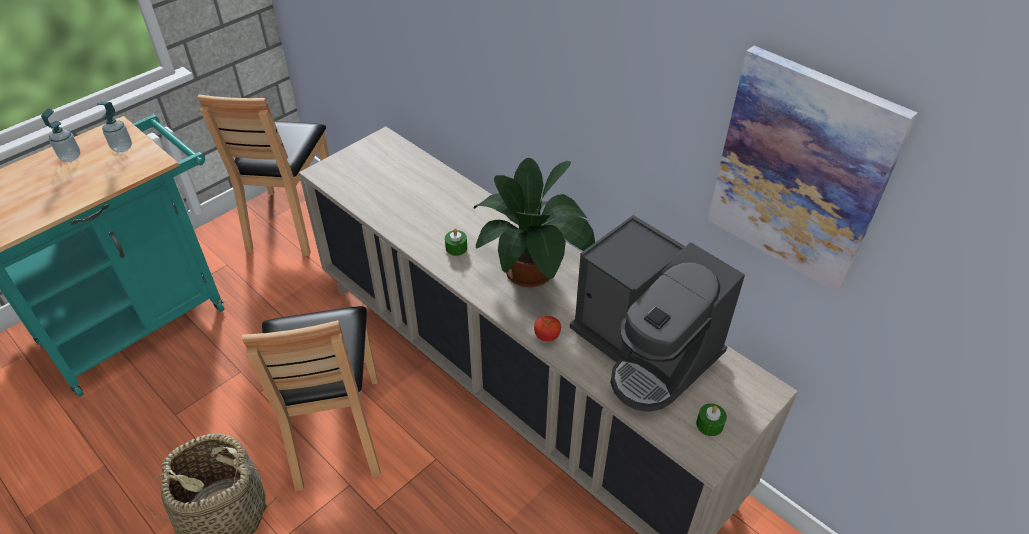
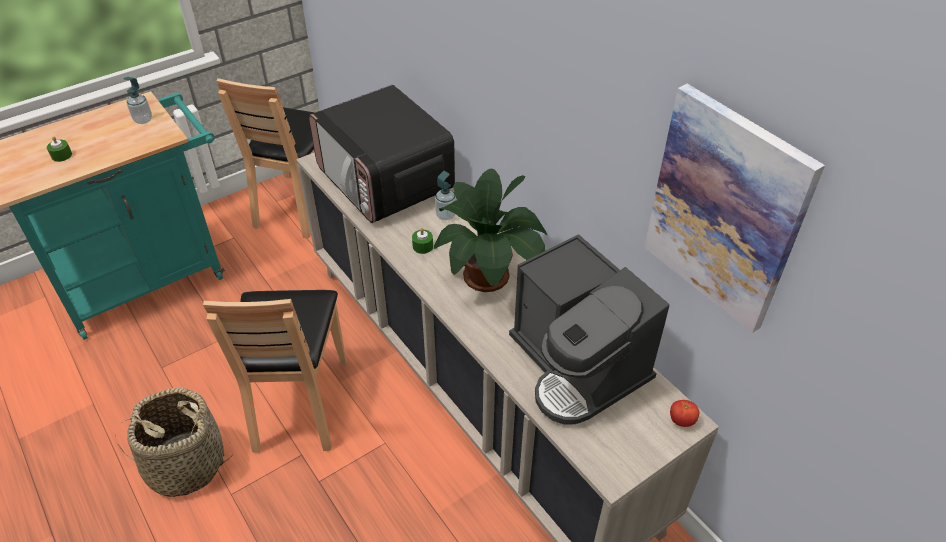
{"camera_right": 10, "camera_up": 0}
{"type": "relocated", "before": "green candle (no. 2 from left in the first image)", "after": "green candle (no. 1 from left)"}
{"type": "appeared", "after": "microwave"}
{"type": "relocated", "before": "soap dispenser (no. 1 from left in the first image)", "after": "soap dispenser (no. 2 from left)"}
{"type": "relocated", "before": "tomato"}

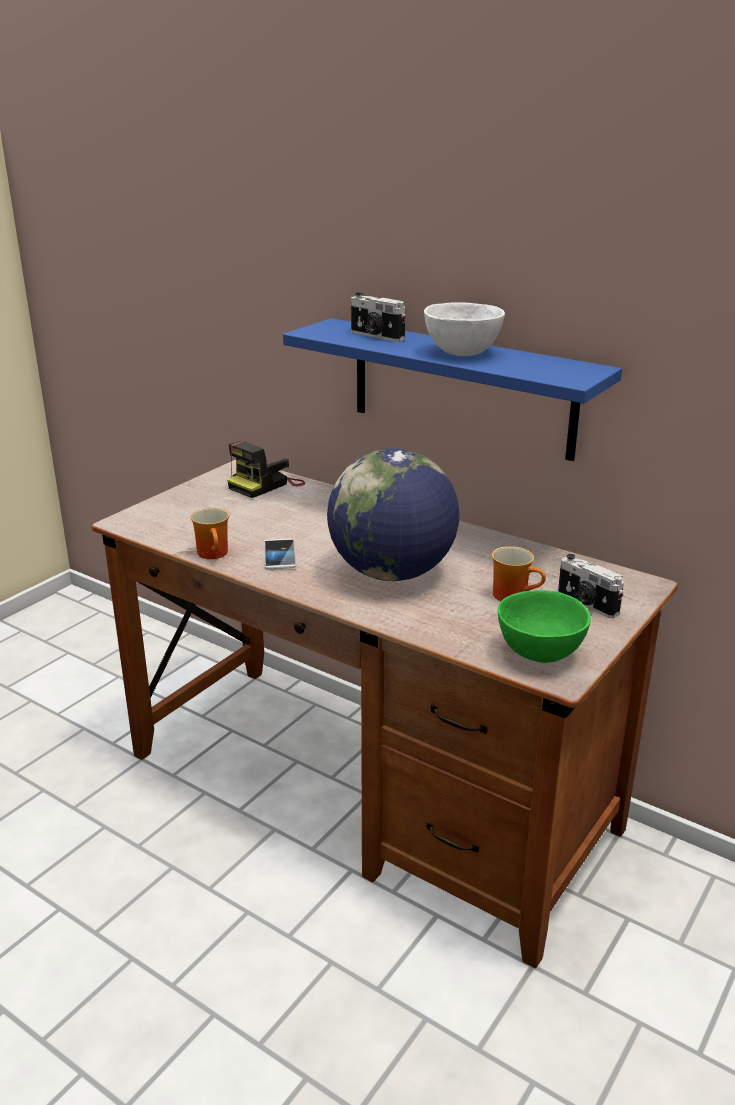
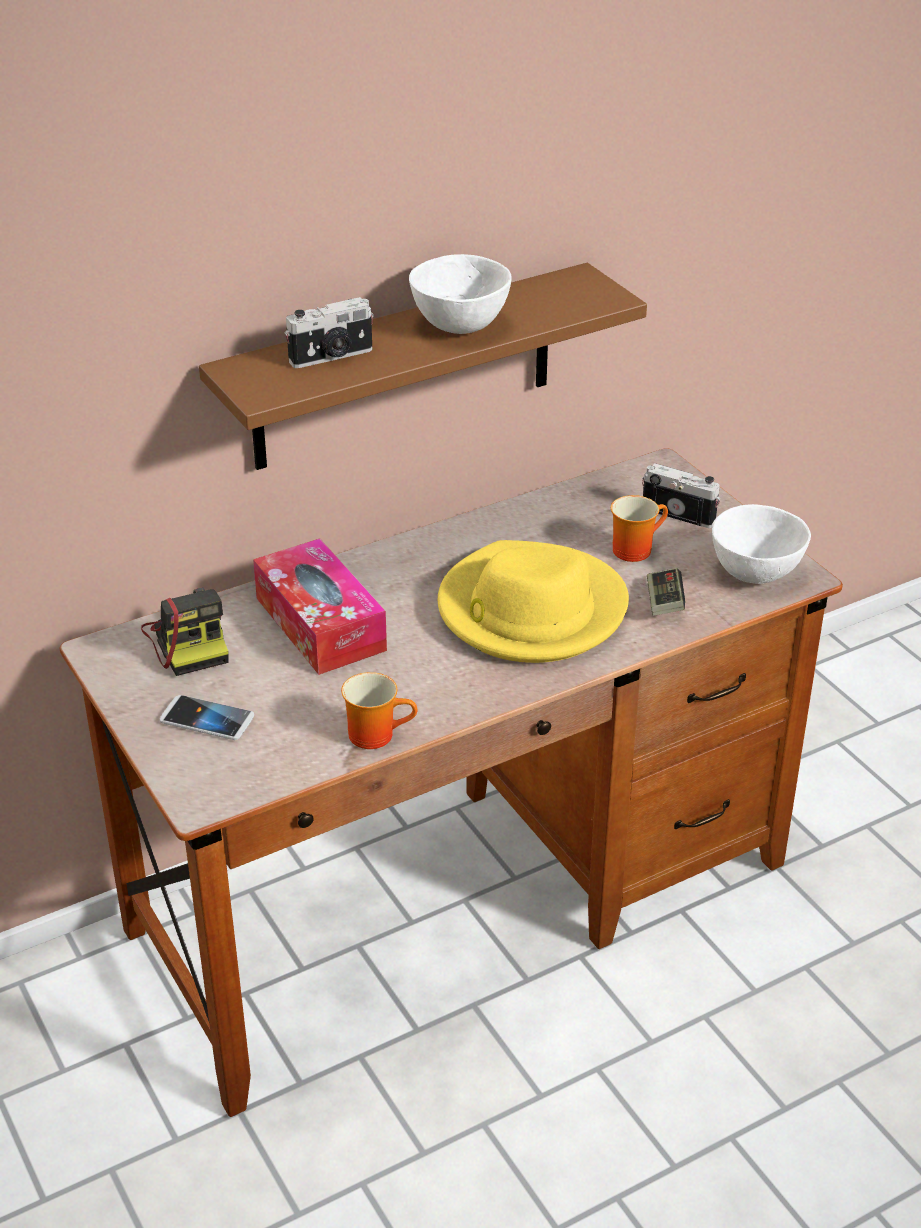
{"camera_right": -65, "camera_up": 10}
{"type": "relocated", "before": "phone"}
{"type": "colour", "before": "blue shelf", "after": "brown shelf"}
{"type": "appeared", "after": "tissue box"}
{"type": "exchanged", "before": "globe", "after": "yellow hat"}
{"type": "spun", "before": "photo camera (no. 3 from left)", "turn": -135}
{"type": "appeared", "after": "game controller"}
{"type": "colour", "before": "green bowl", "after": "white bowl (no. 2 from left)"}

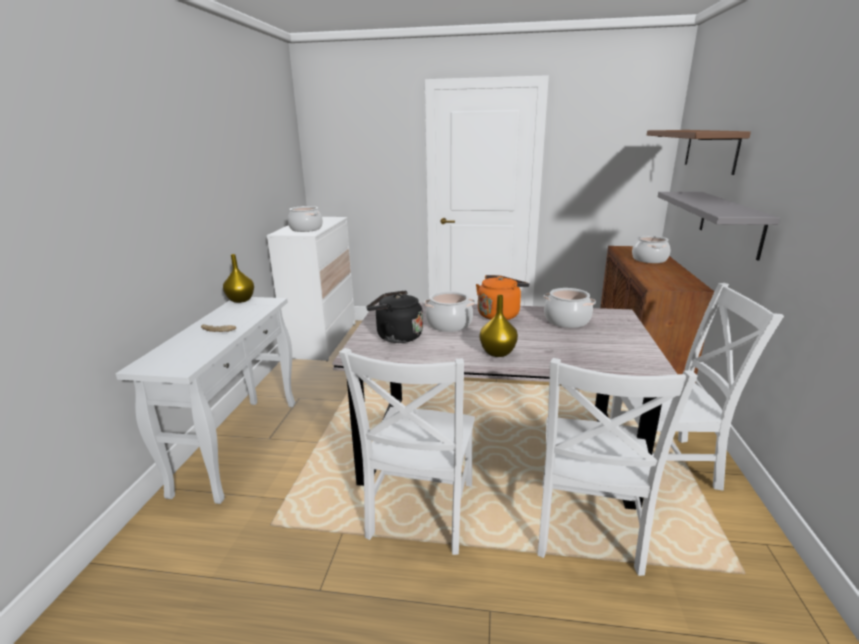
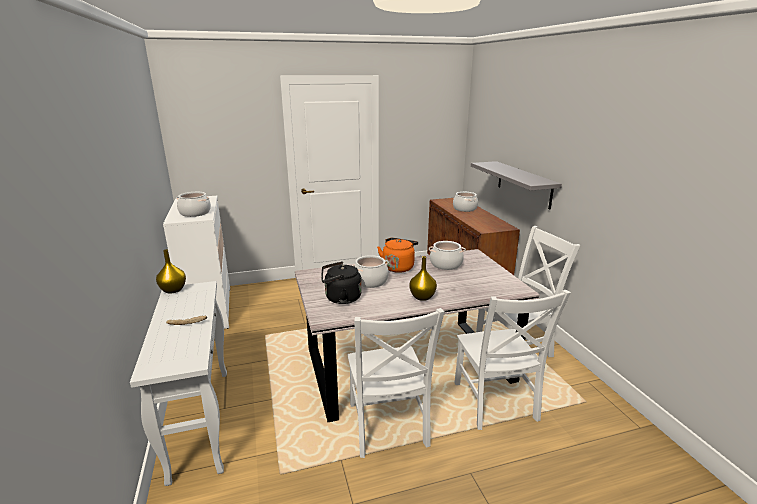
{"camera_right": -25, "camera_up": 0}
{"type": "missing", "before": "brown shelf"}

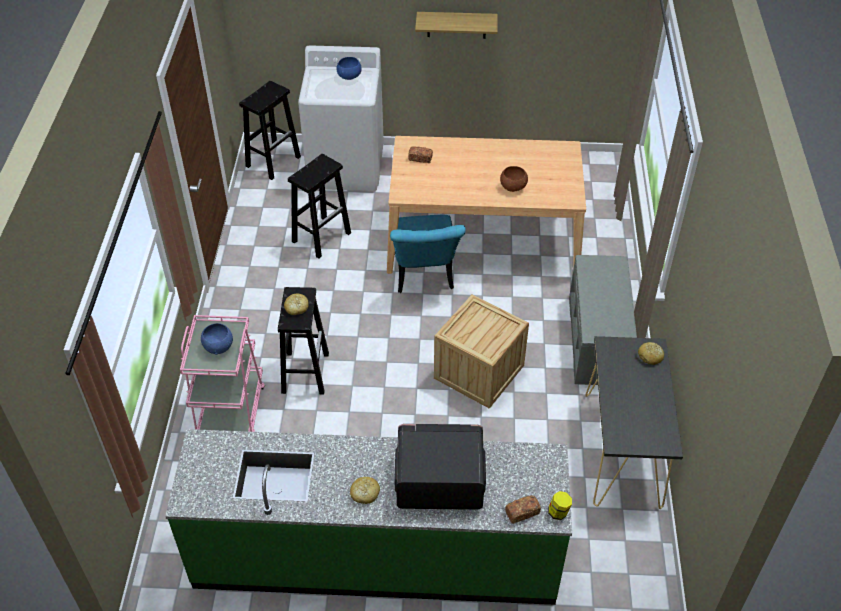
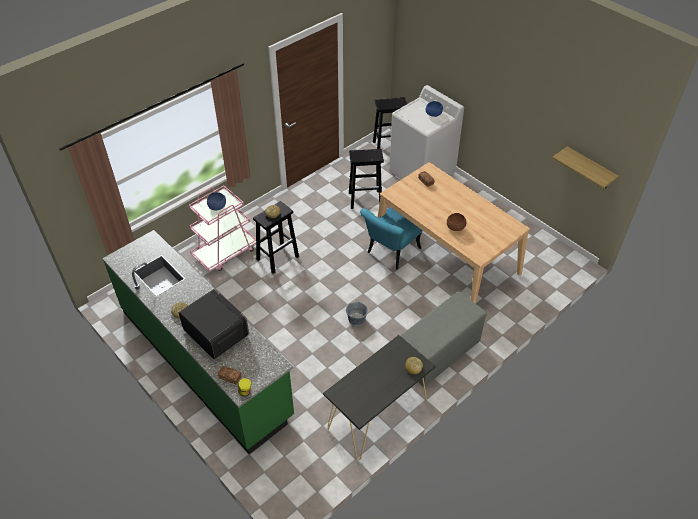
{"camera_right": 45, "camera_up": 0}
{"type": "exchanged", "before": "crate", "after": "grey bucket"}
{"type": "relocated", "before": "shelf"}

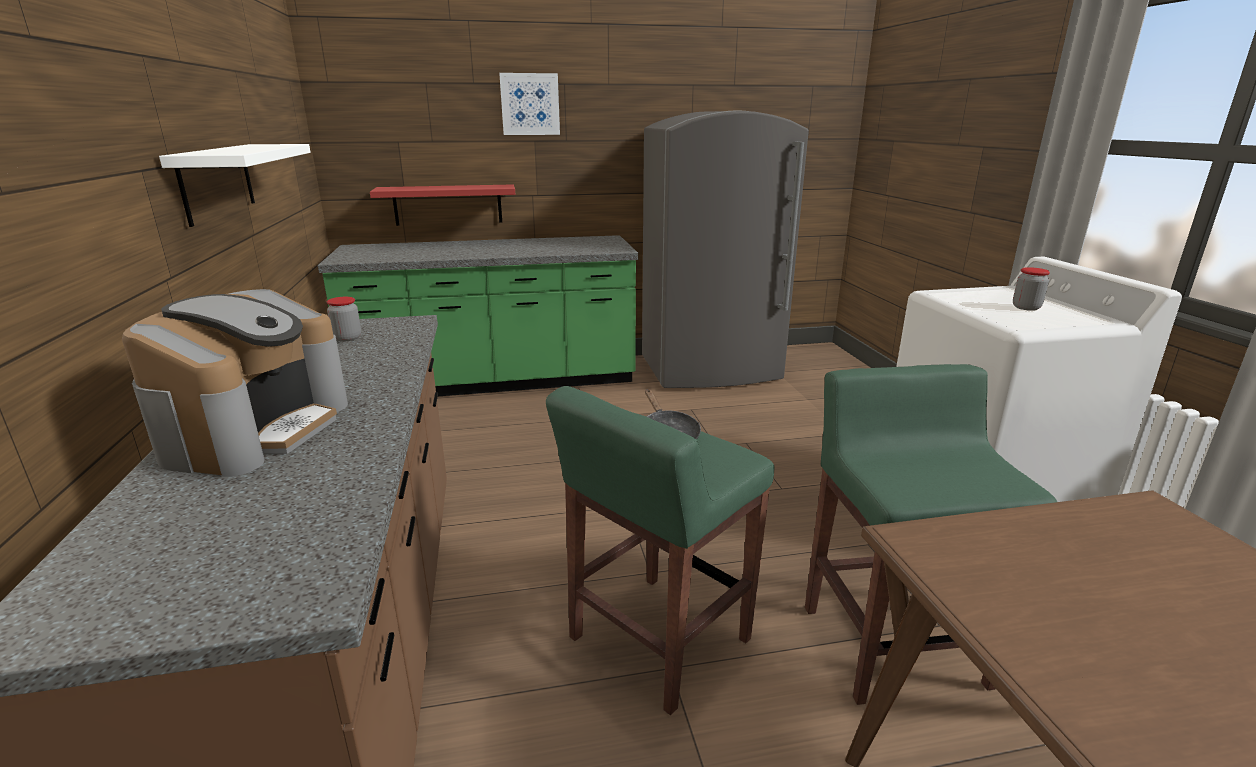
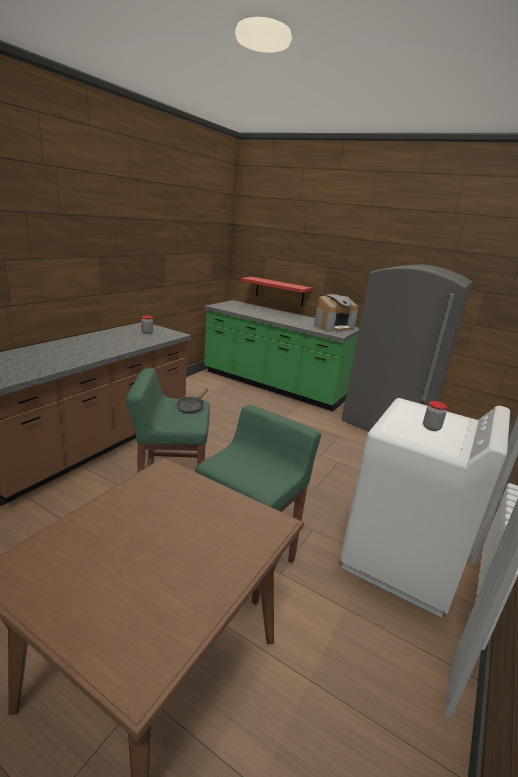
{"camera_right": 40, "camera_up": 0}
{"type": "relocated", "before": "coffee machine"}
{"type": "missing", "before": "white shelf"}
{"type": "missing", "before": "picture"}

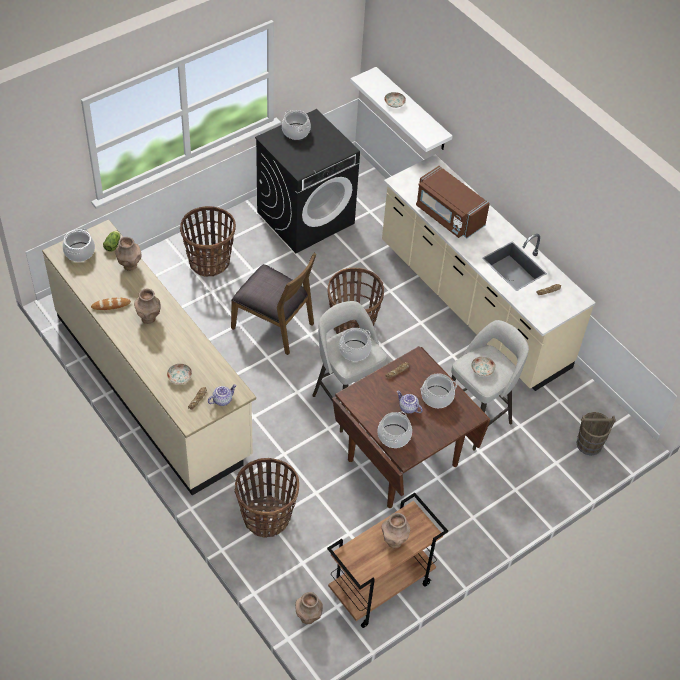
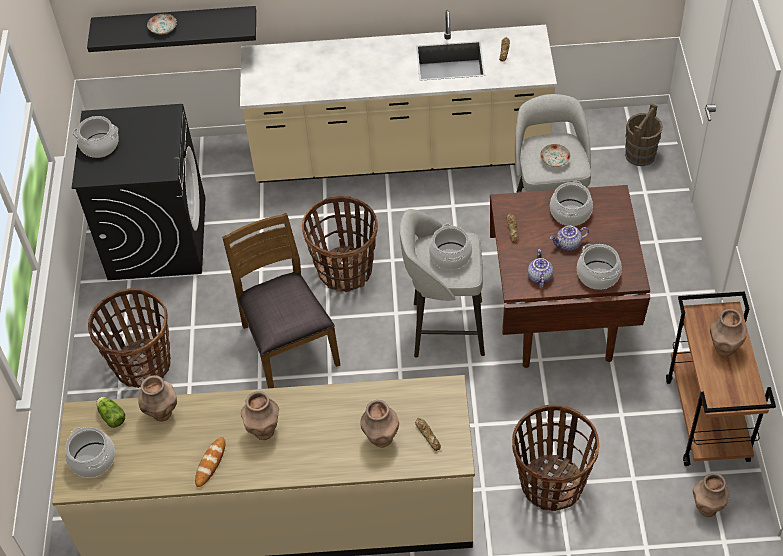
{"camera_right": -50, "camera_up": 0}
{"type": "colour", "before": "white shelf", "after": "black shelf"}
{"type": "spun", "before": "brown chair", "turn": -90}
{"type": "exchanged", "before": "plate (no. 1 from left)", "after": "brown vase (no. 3 from left)"}
{"type": "relocated", "before": "teapot (no. 1 from left)"}
{"type": "missing", "before": "brown microwave"}

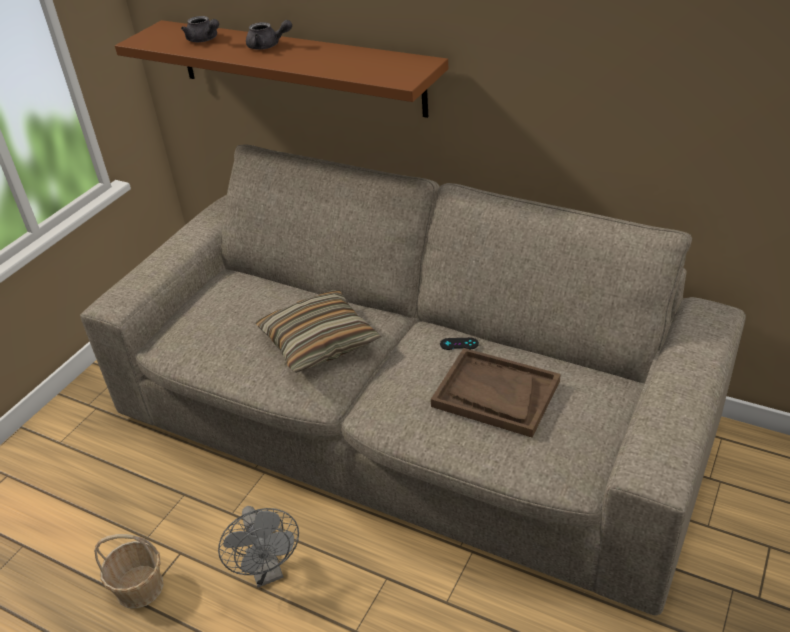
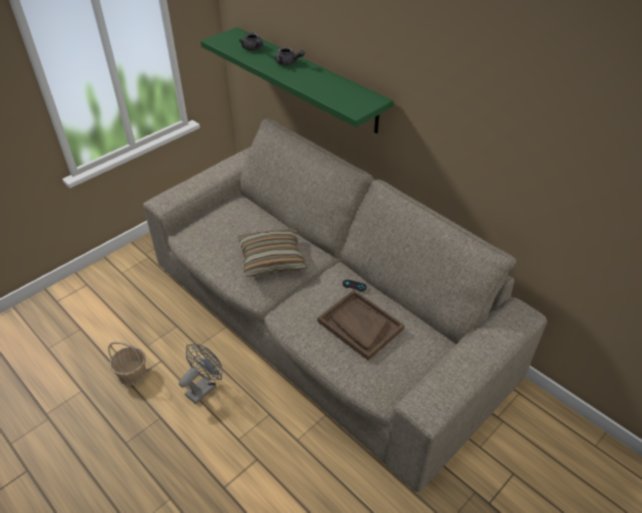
{"camera_right": 15, "camera_up": 5}
{"type": "spun", "before": "grey fan", "turn": -135}
{"type": "colour", "before": "brown shelf", "after": "green shelf"}

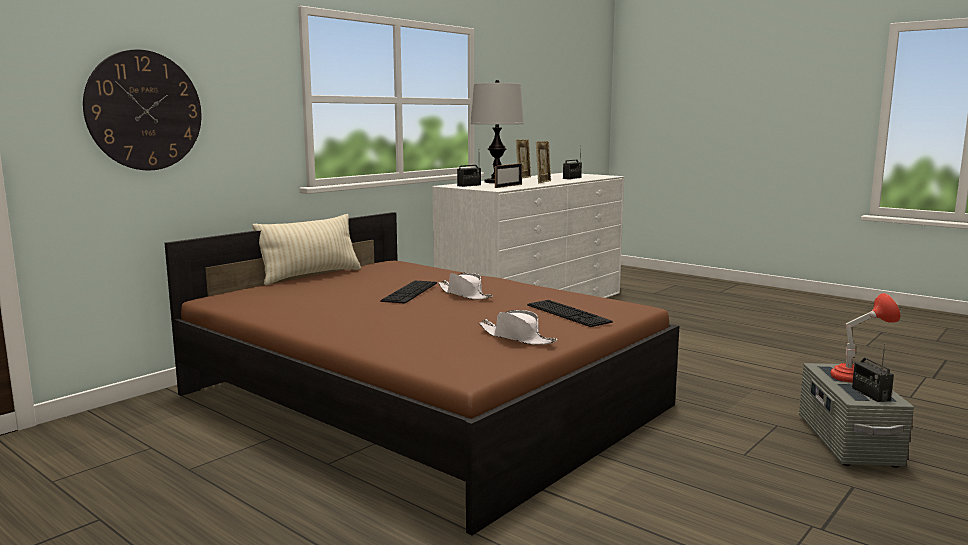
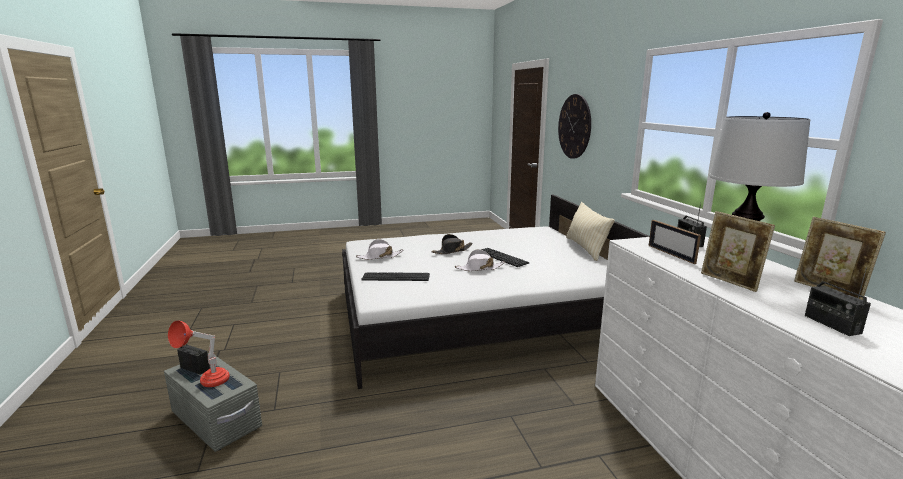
{"camera_right": 125, "camera_up": 5}
{"type": "colour", "before": "brown bed", "after": "white bed"}
{"type": "appeared", "after": "black hat"}

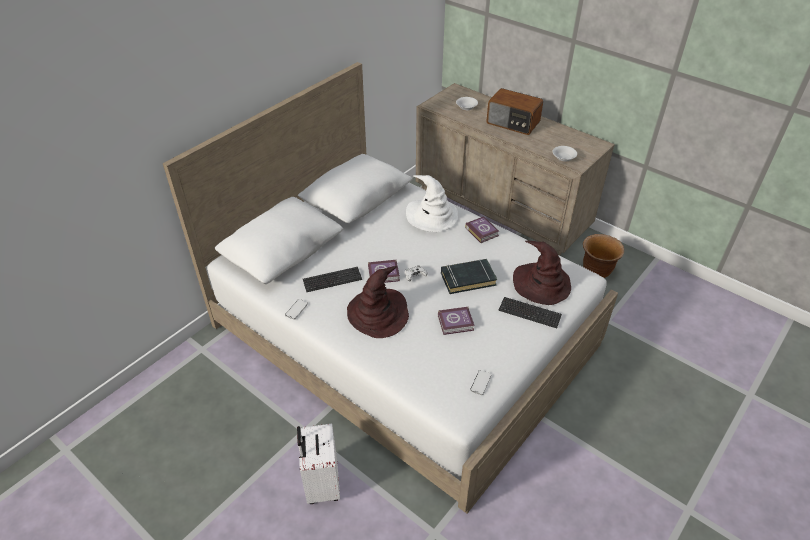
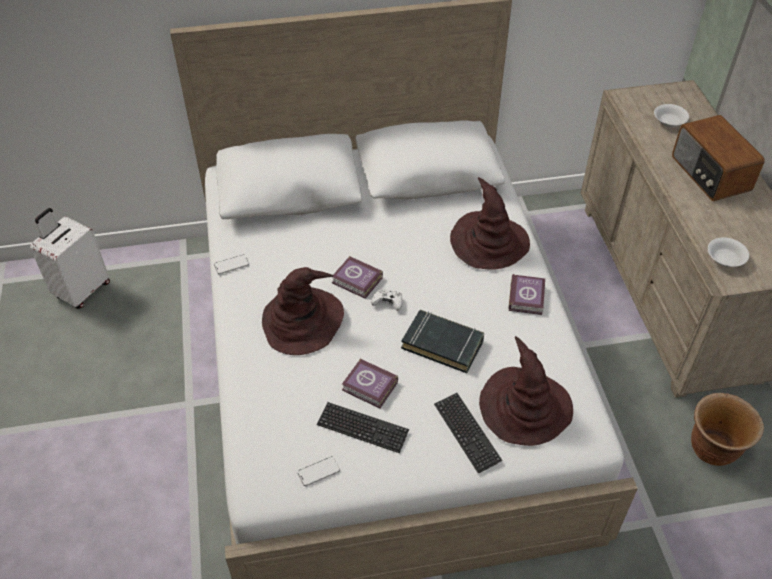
{"camera_right": 40, "camera_up": 5}
{"type": "relocated", "before": "white suitcase"}
{"type": "relocated", "before": "keyboard (no. 1 from left)"}
{"type": "colour", "before": "white hat", "after": "brown hat (no. 2 from left)"}

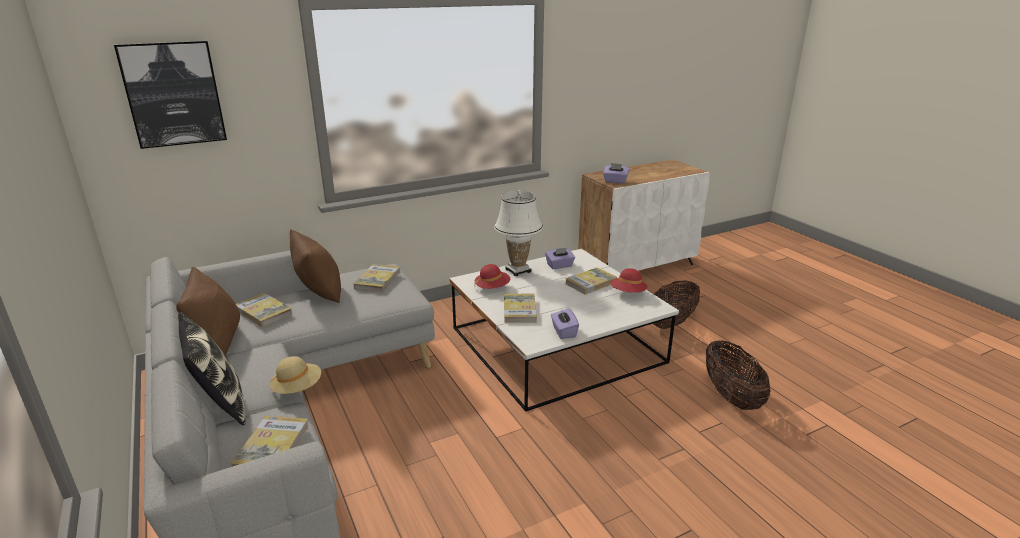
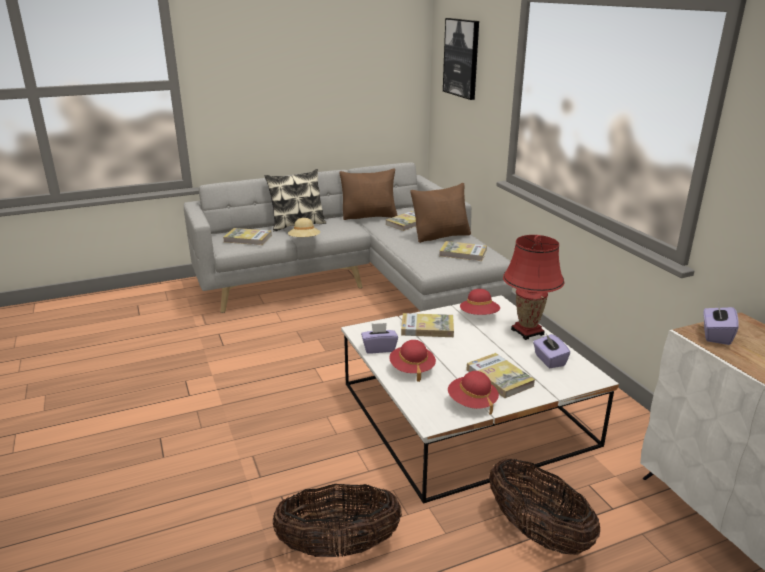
{"camera_right": 95, "camera_up": 0}
{"type": "appeared", "after": "red hat (no. 1 from left)"}
{"type": "colour", "before": "white table lamp", "after": "red table lamp"}

